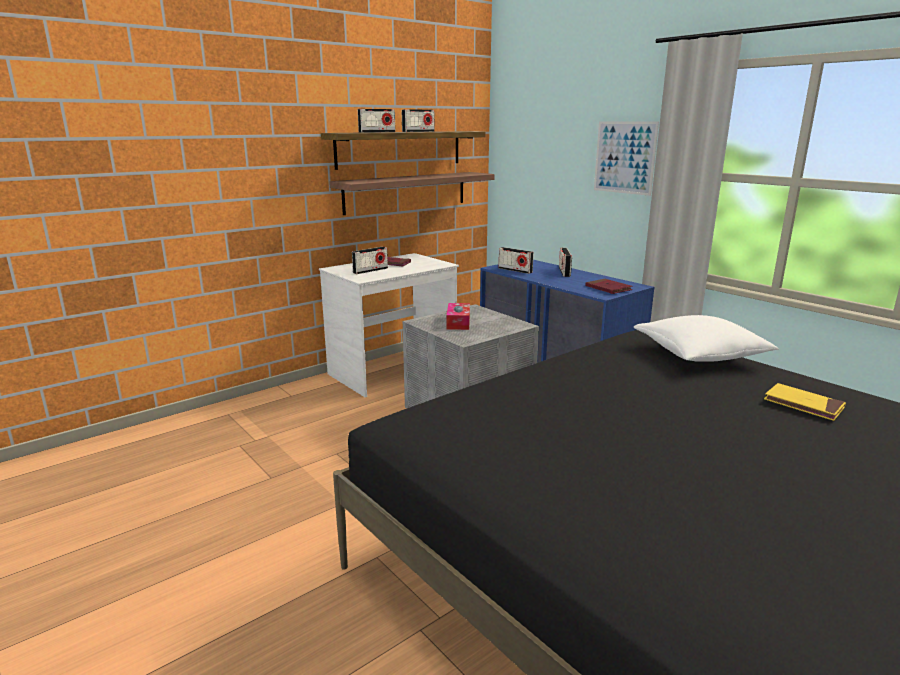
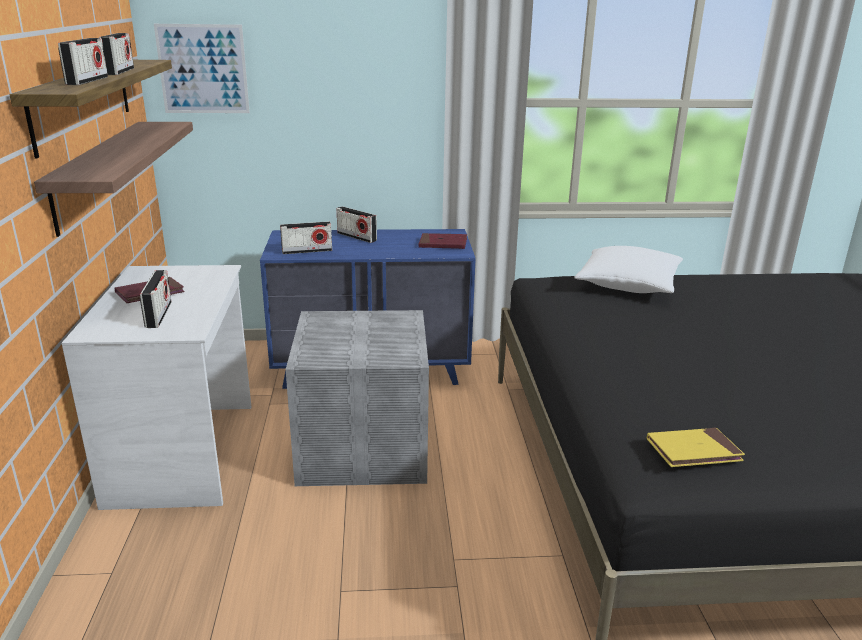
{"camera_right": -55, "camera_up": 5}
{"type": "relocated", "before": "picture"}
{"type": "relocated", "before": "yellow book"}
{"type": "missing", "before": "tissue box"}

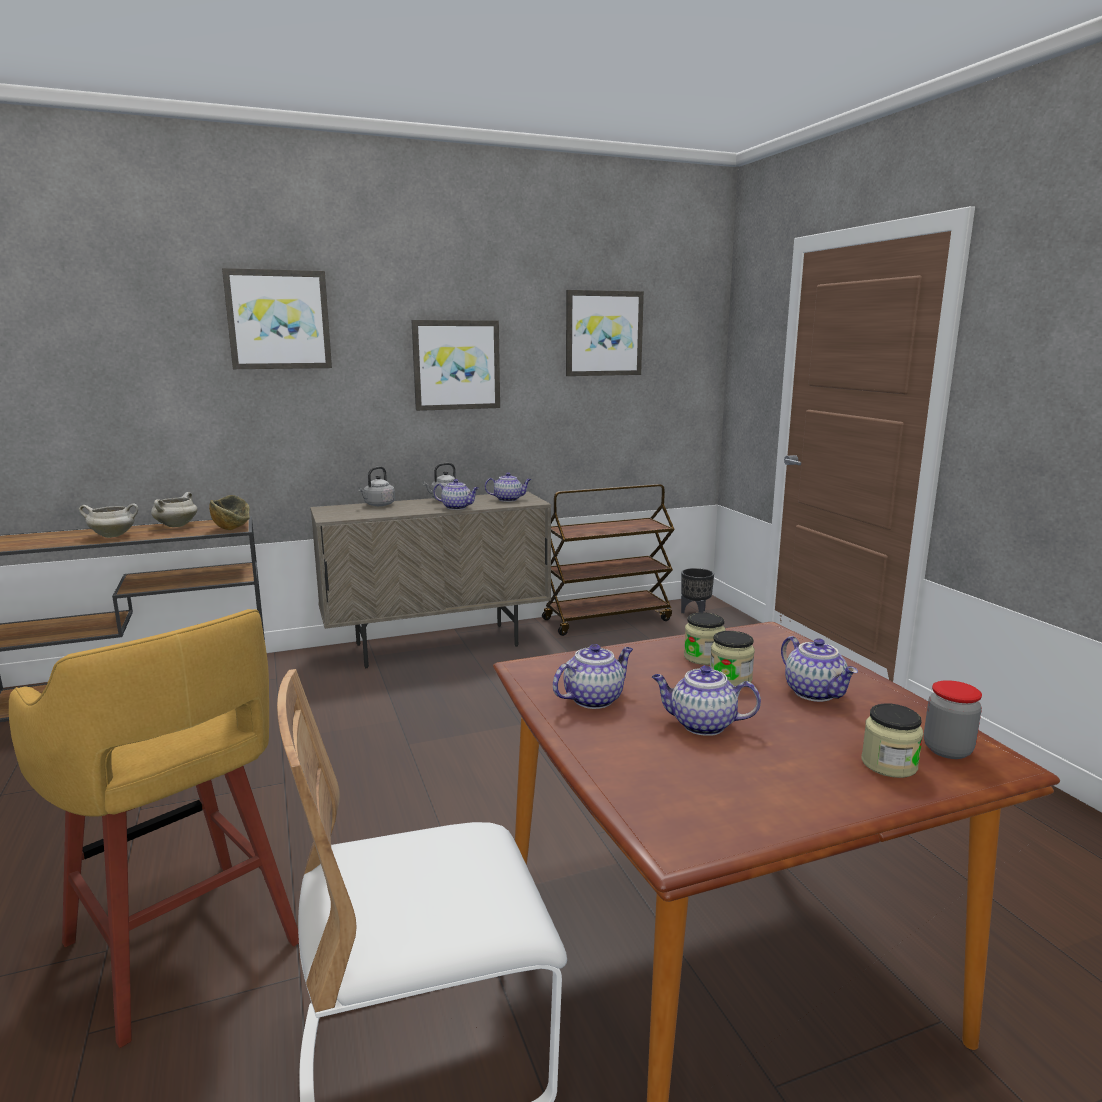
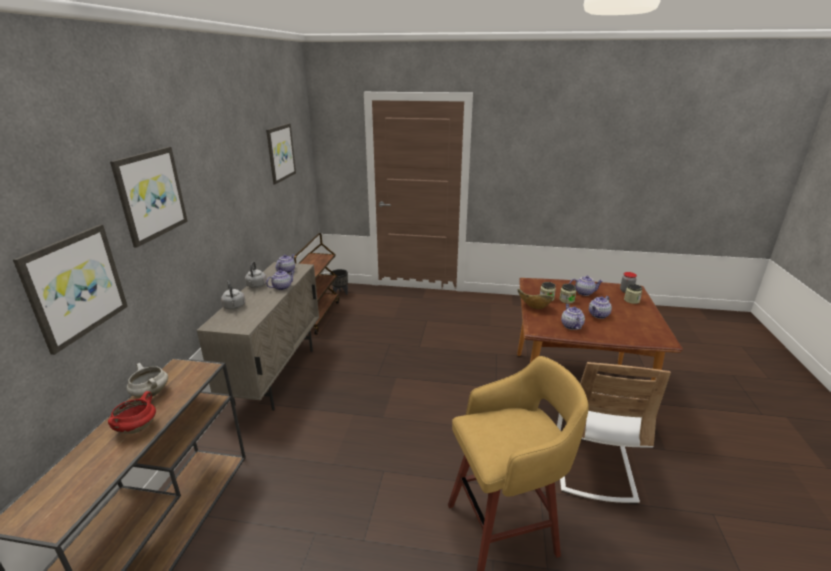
{"camera_right": -60, "camera_up": 10}
{"type": "relocated", "before": "picture (no. 2 from left in the first image)", "after": "picture (no. 1 from left)"}
{"type": "colour", "before": "white cooking pot (no. 1 from left)", "after": "red cooking pot"}
{"type": "relocated", "before": "bowl"}

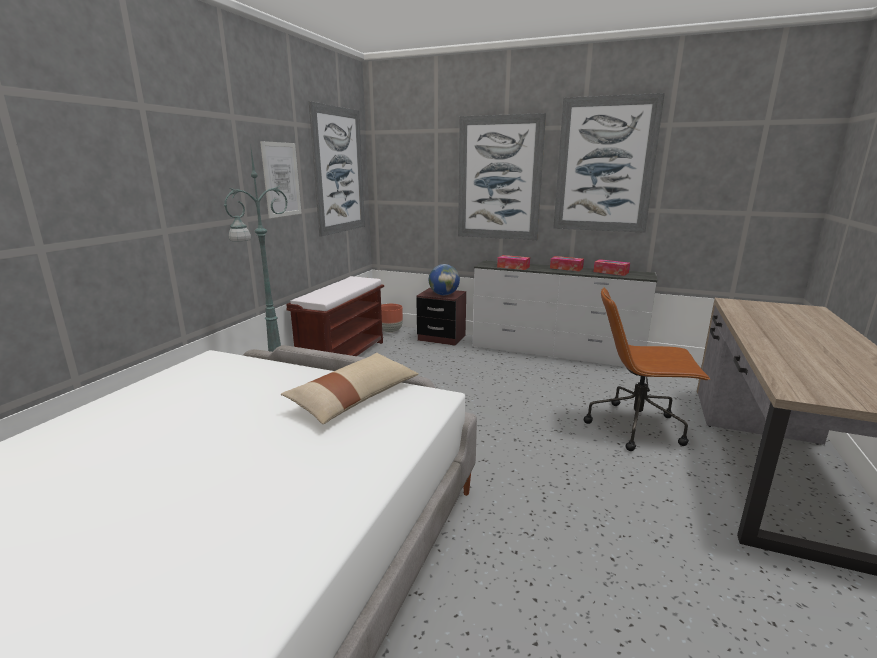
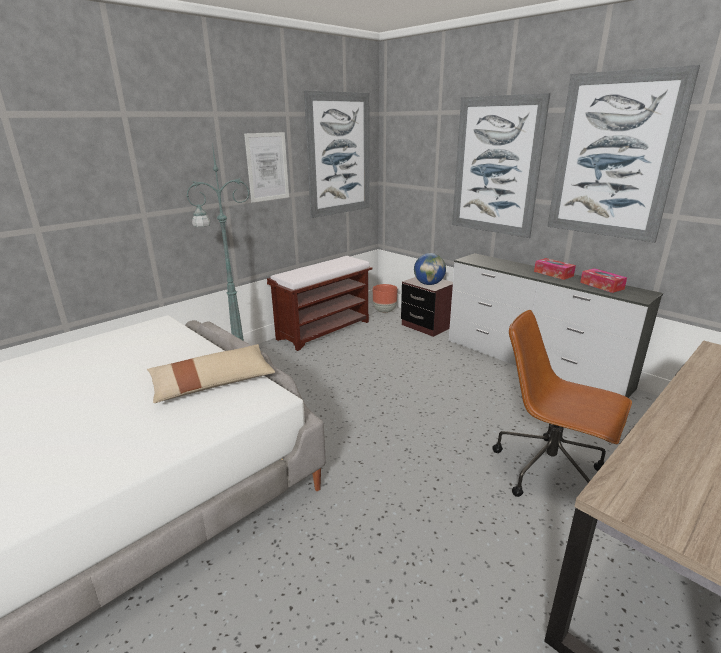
{"camera_right": 25, "camera_up": 5}
{"type": "missing", "before": "tissue box (no. 1 from left)"}

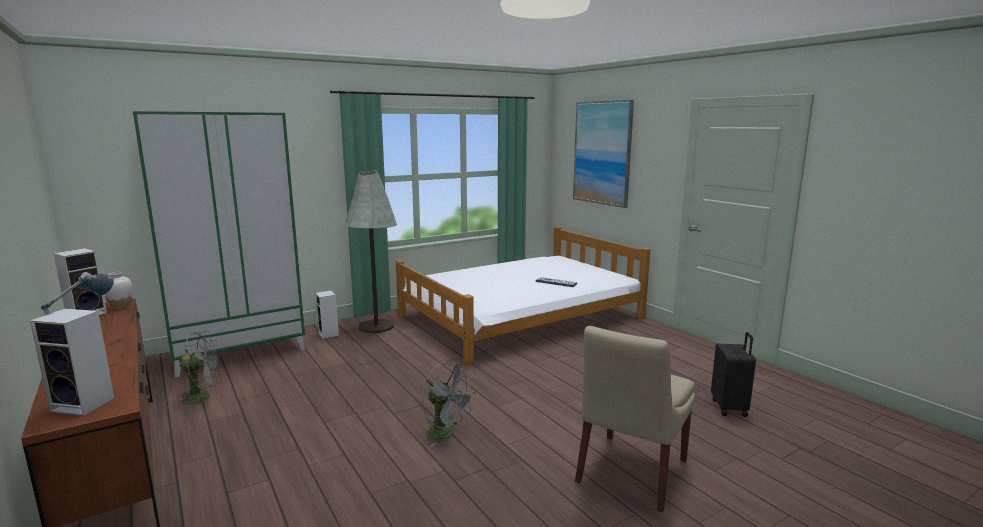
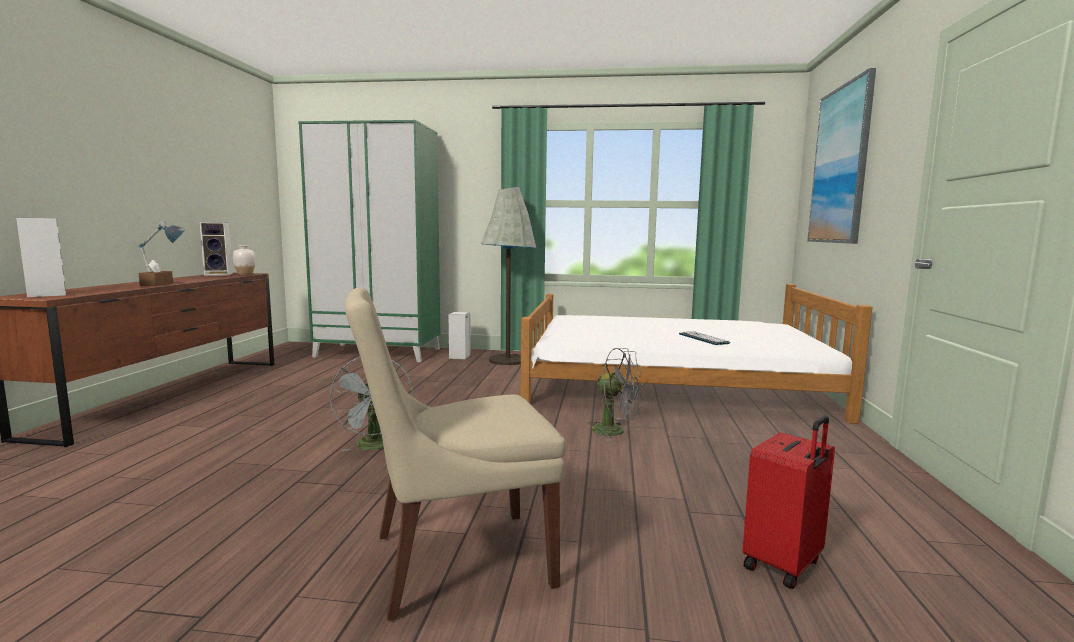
{"camera_right": 40, "camera_up": -5}
{"type": "appeared", "after": "brown tissue box"}
{"type": "relocated", "before": "grey fan (no. 1 from left in the first image)", "after": "grey fan (no. 2 from left)"}
{"type": "colour", "before": "black suitcase", "after": "red suitcase"}

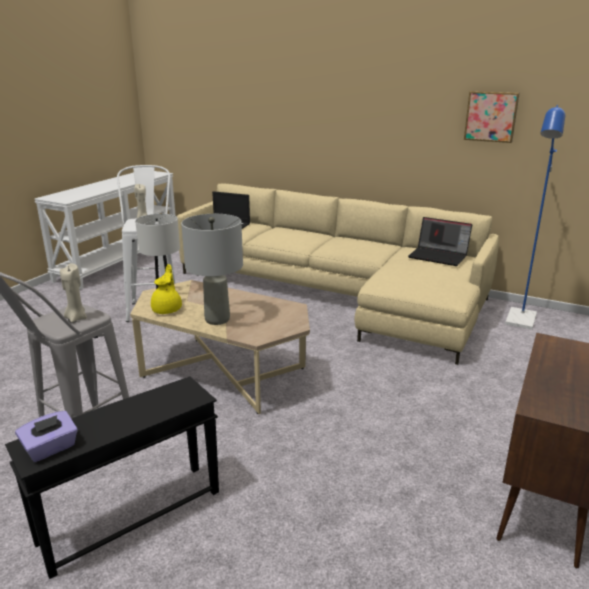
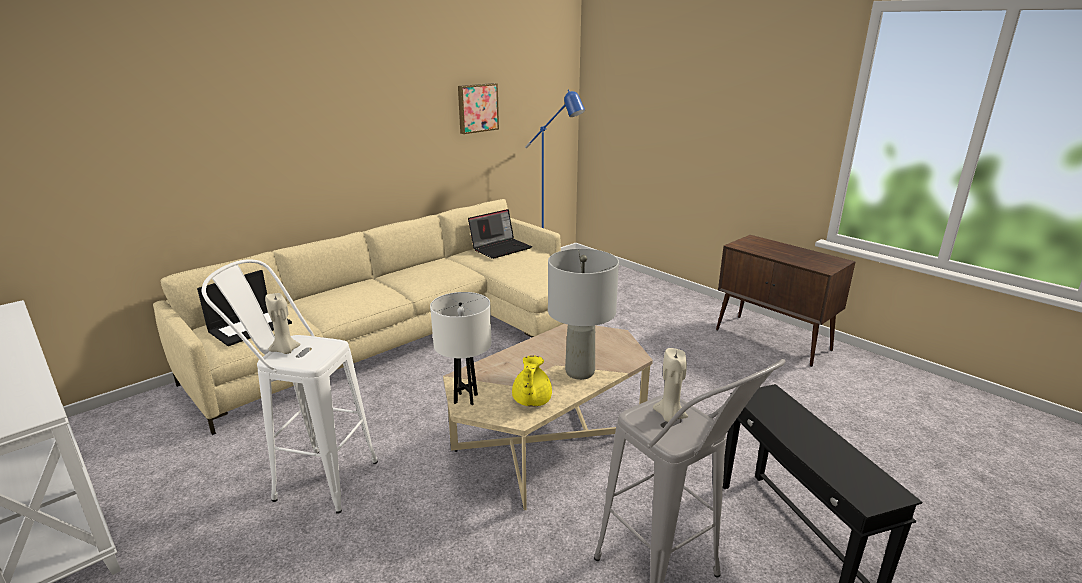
{"camera_right": -70, "camera_up": 0}
{"type": "spun", "before": "yellow teapot", "turn": -105}
{"type": "missing", "before": "purple tissue box"}

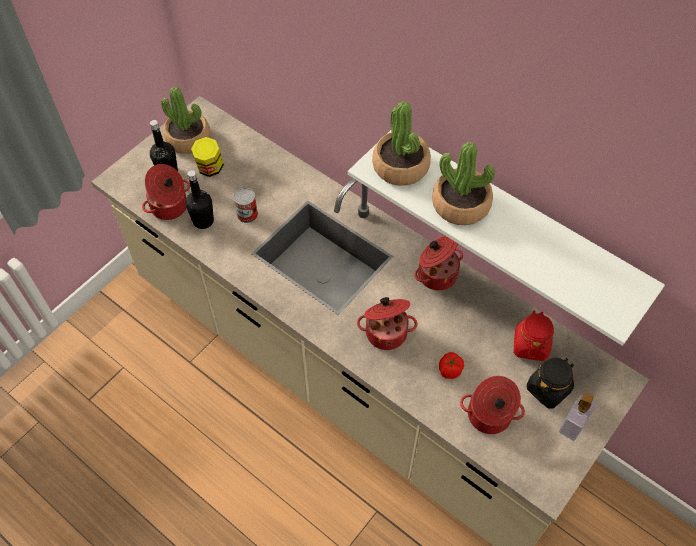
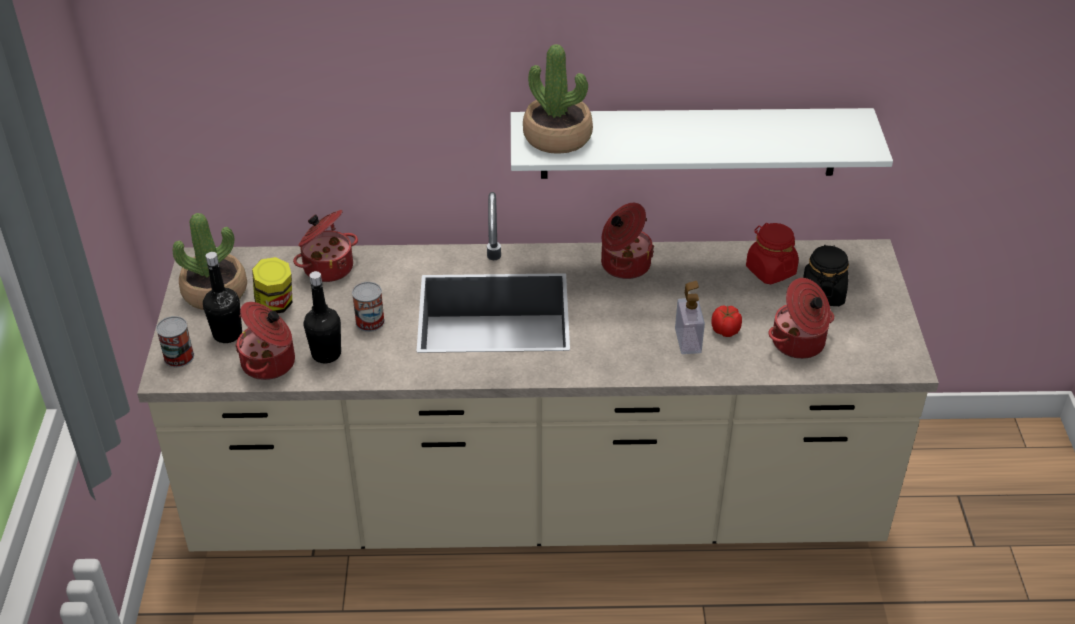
{"camera_right": -40, "camera_up": -15}
{"type": "appeared", "after": "can (no. 1 from left)"}
{"type": "relocated", "before": "cooking pot (no. 2 from left)"}
{"type": "relocated", "before": "soap dispenser"}
{"type": "missing", "before": "potted plant (no. 3 from left)"}

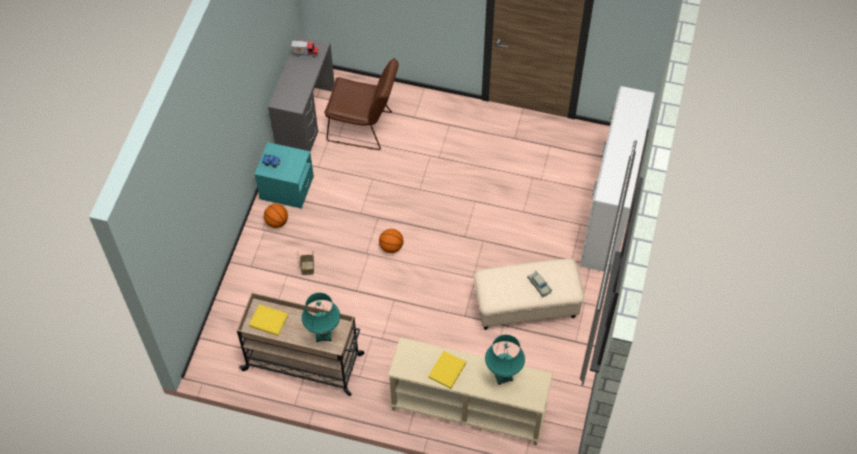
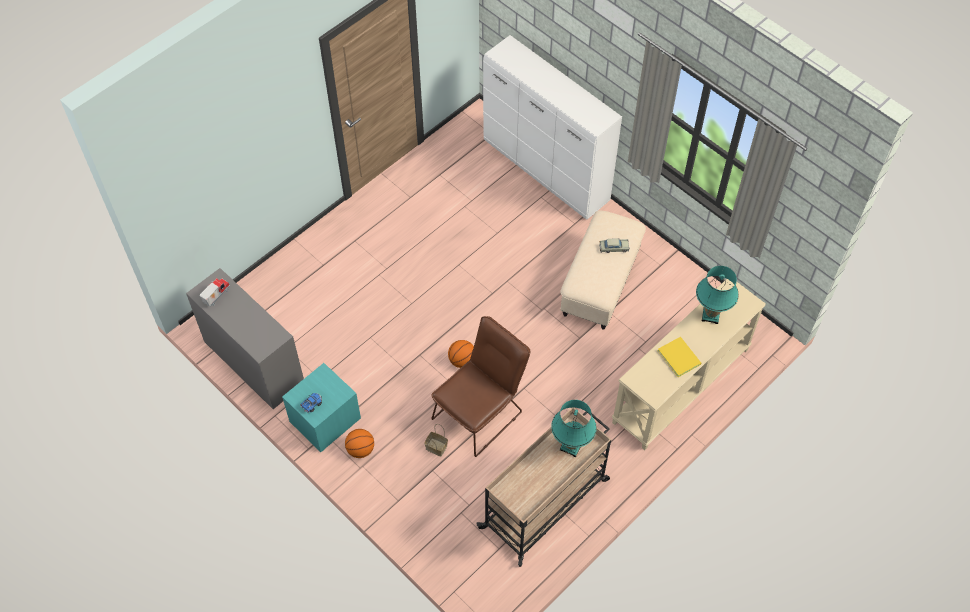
{"camera_right": -60, "camera_up": 0}
{"type": "relocated", "before": "brown chair"}
{"type": "missing", "before": "yellow book (no. 1 from left)"}

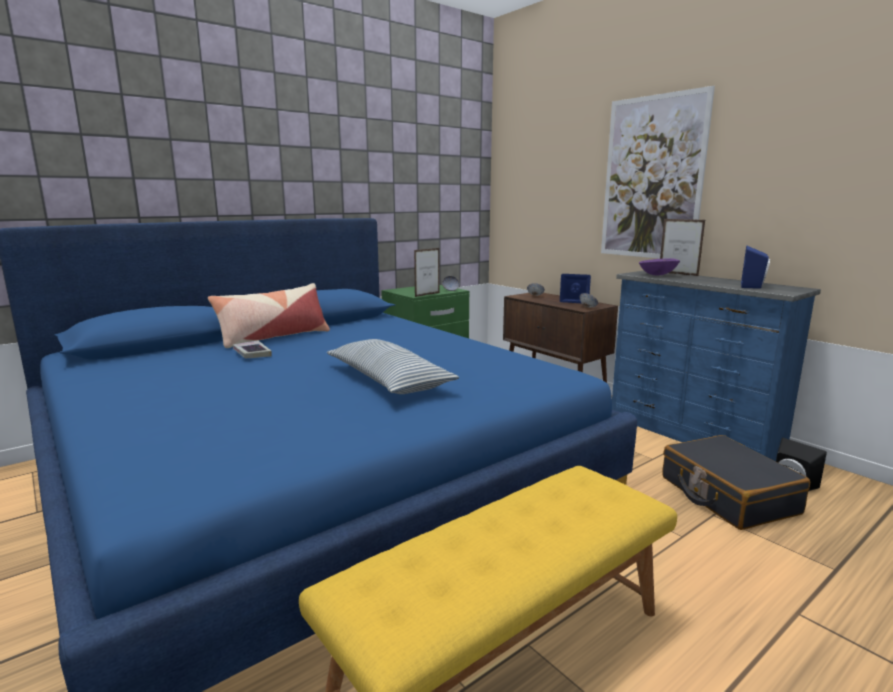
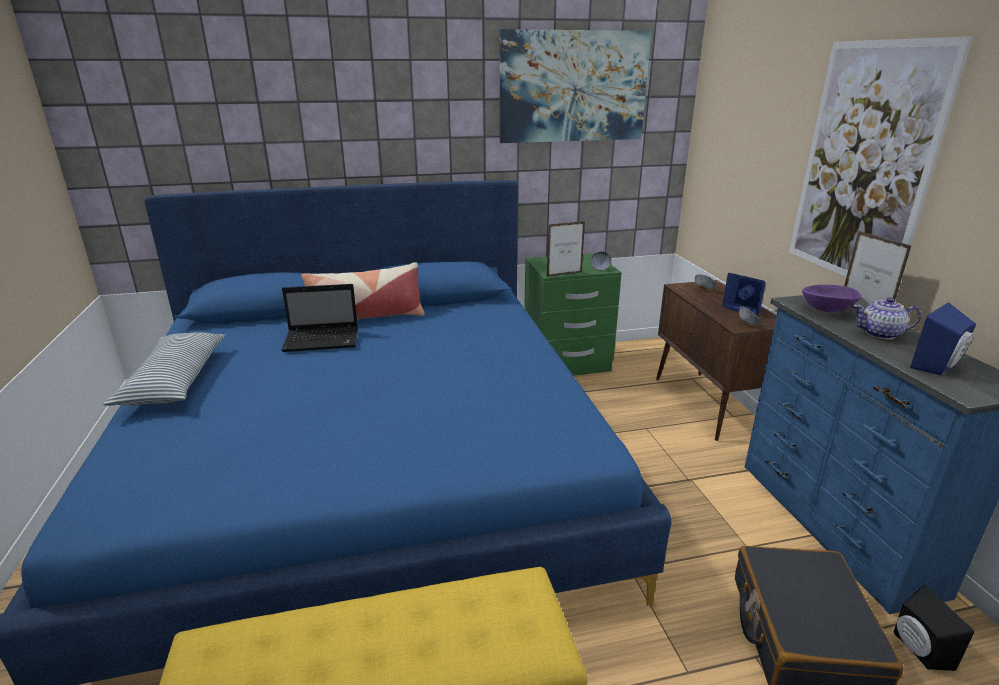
{"camera_right": 25, "camera_up": 10}
{"type": "relocated", "before": "pillow (no. 2 from left in the first image)", "after": "pillow (no. 1 from left)"}
{"type": "exchanged", "before": "book", "after": "laptop"}
{"type": "appeared", "after": "picture (no. 1 from left)"}
{"type": "appeared", "after": "teapot"}

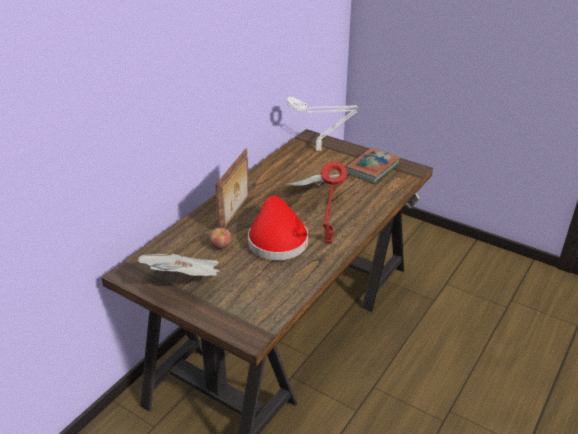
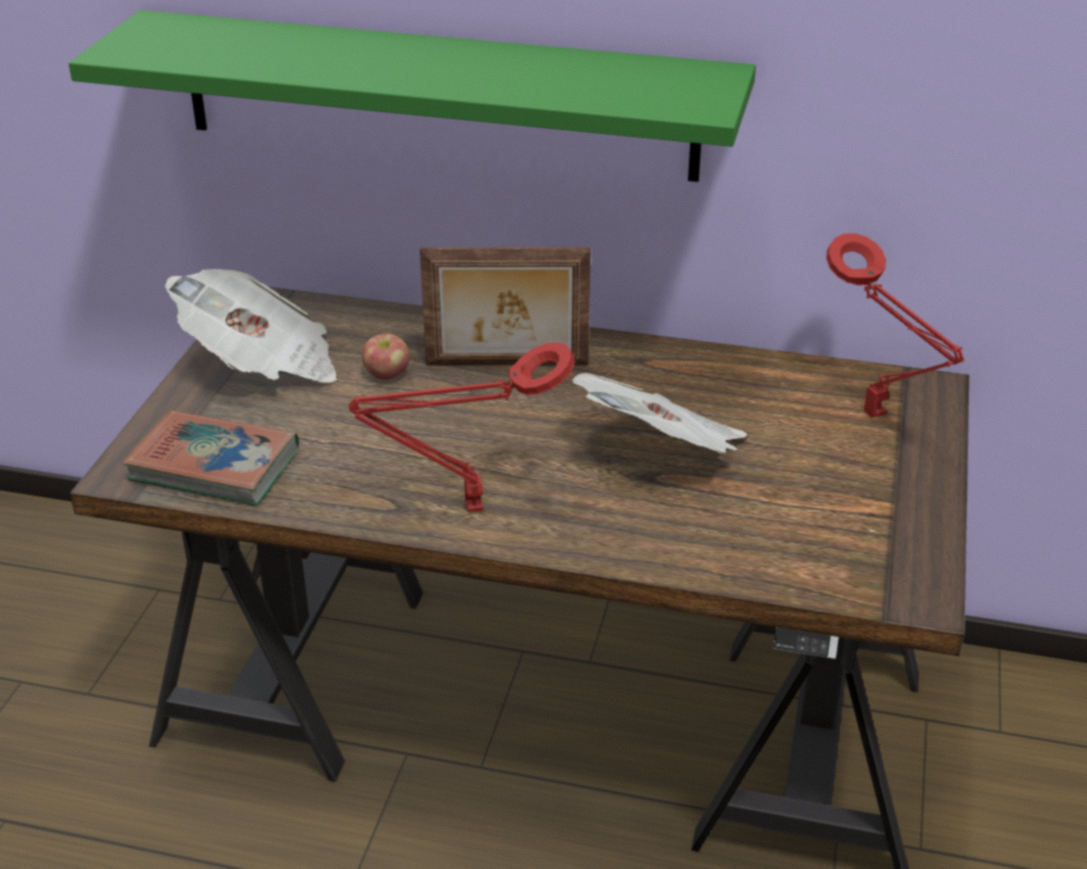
{"camera_right": 70, "camera_up": 0}
{"type": "appeared", "after": "green shelf"}
{"type": "relocated", "before": "book"}
{"type": "colour", "before": "white table lamp", "after": "red table lamp (no. 2 from left)"}
{"type": "missing", "before": "red hat"}

